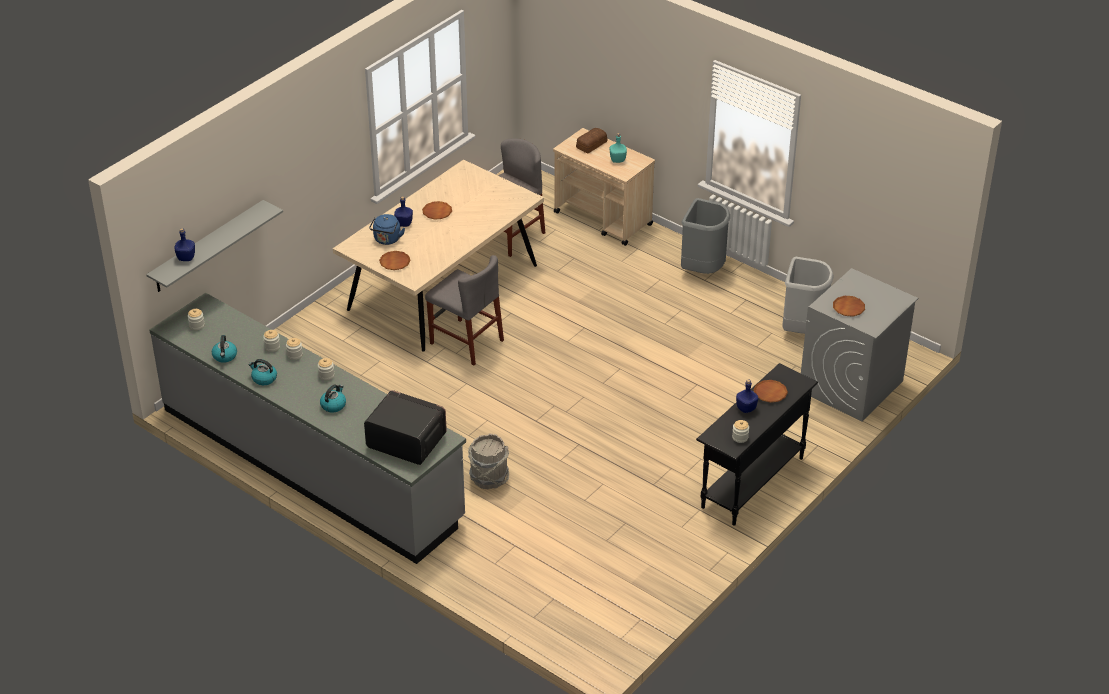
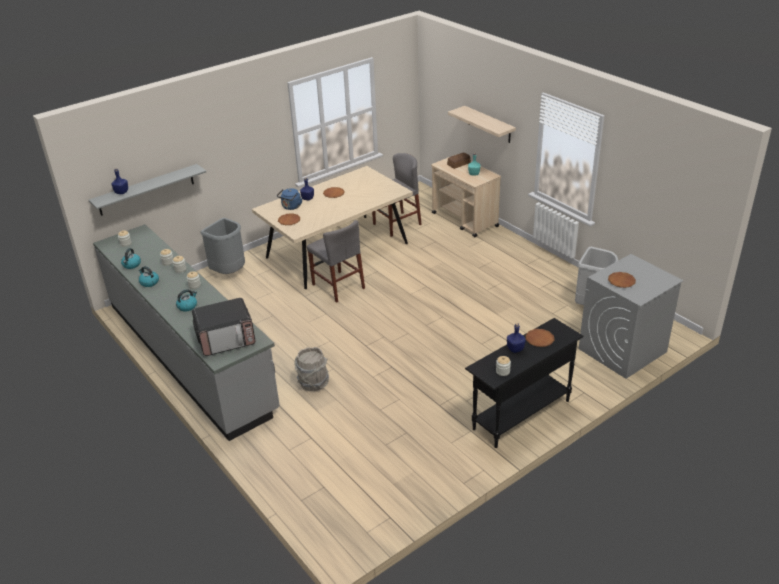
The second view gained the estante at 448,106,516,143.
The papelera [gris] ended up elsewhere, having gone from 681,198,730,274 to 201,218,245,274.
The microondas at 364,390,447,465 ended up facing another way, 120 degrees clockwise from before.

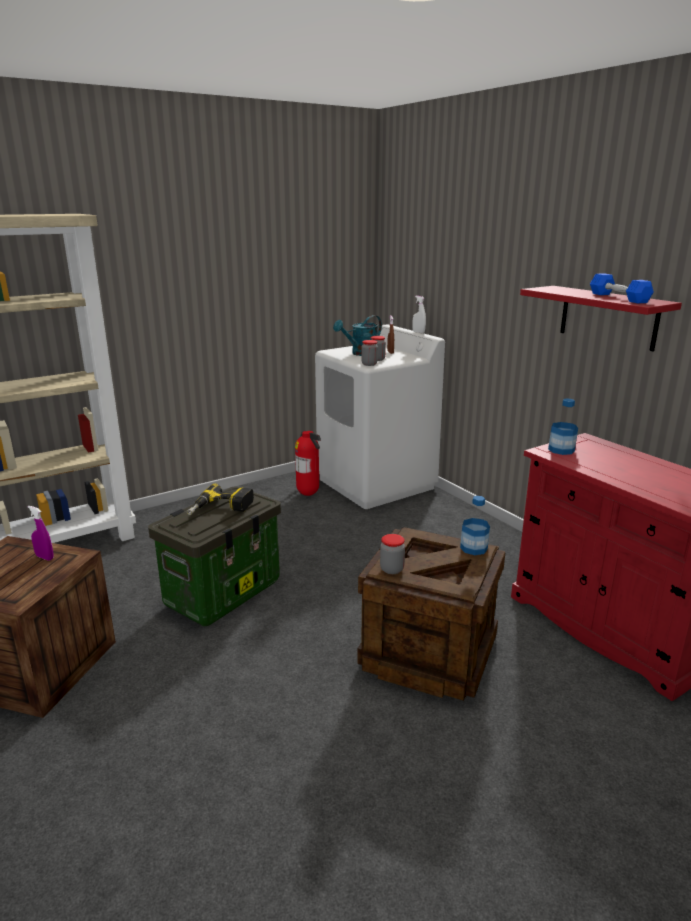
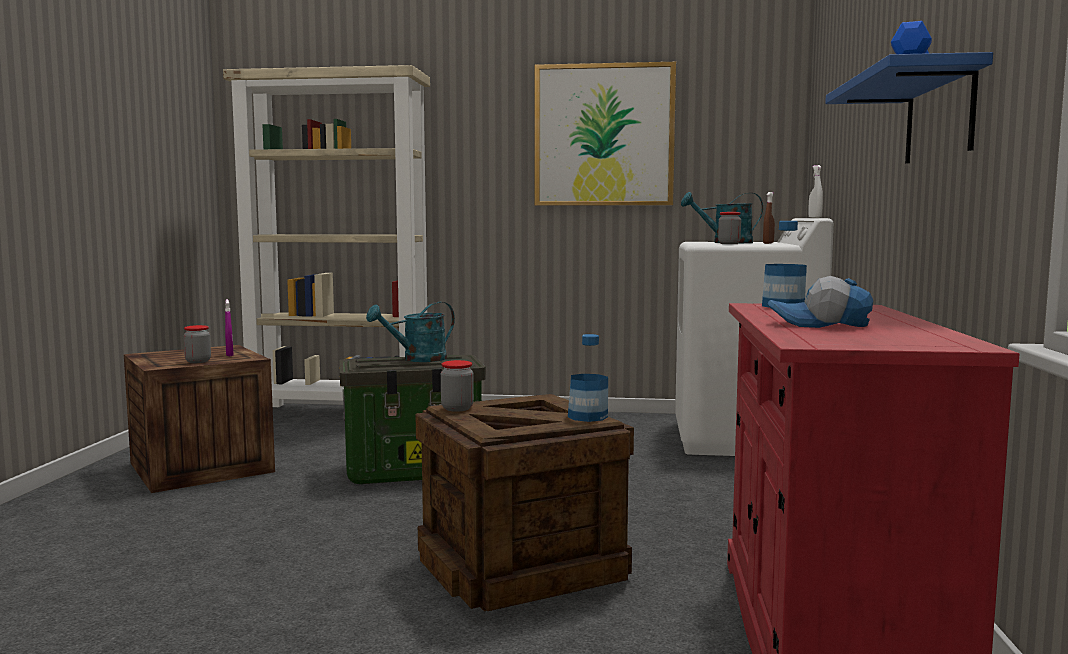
The second view lost the extintor at 295,431,321,496.
The second view gained the cuadro at 535,62,676,206.
The second view gained the gorra at 767,276,873,328.
The tarro ended up elsewhere, having gone from 361,340,378,366 to 184,325,211,363.
Where the taladro stood at 187,484,254,515, the regadera [turquesa] came to stand at 366,302,455,362.
What was the estante [rojo] at 520,286,682,352 turned into the estante [azul] at 825,52,993,164.

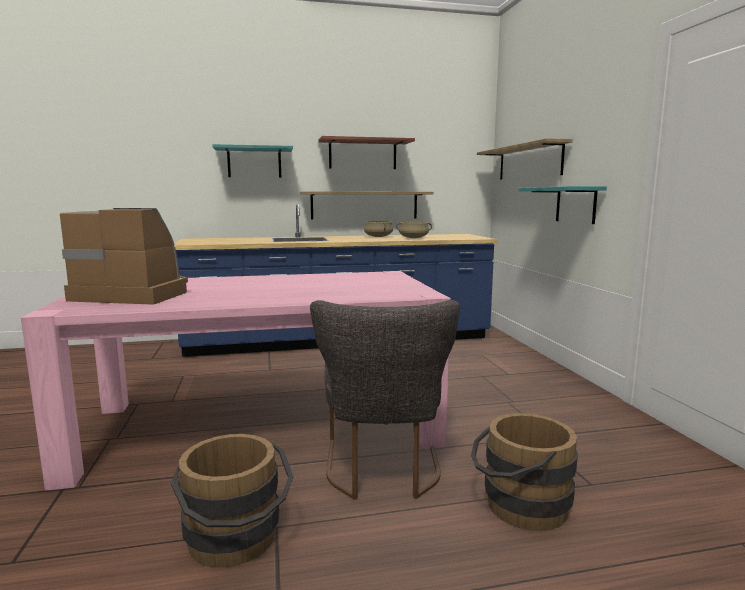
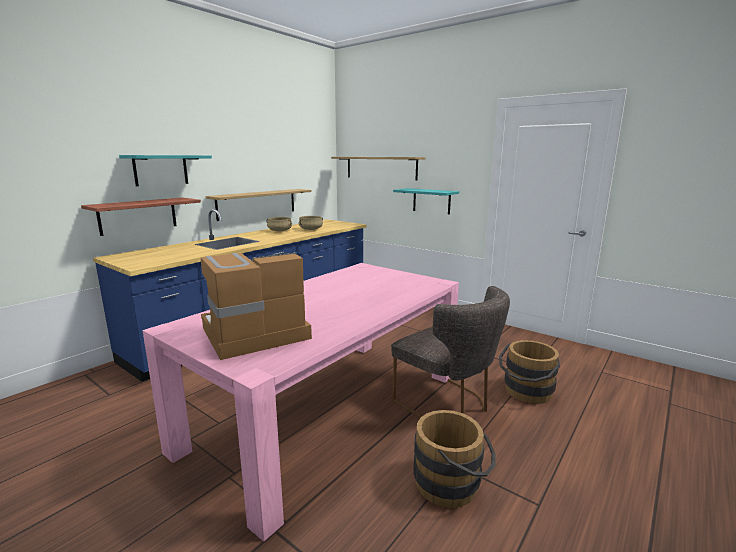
The estante ended up elsewhere, having gone from 318,136,415,169 to 81,198,201,236.

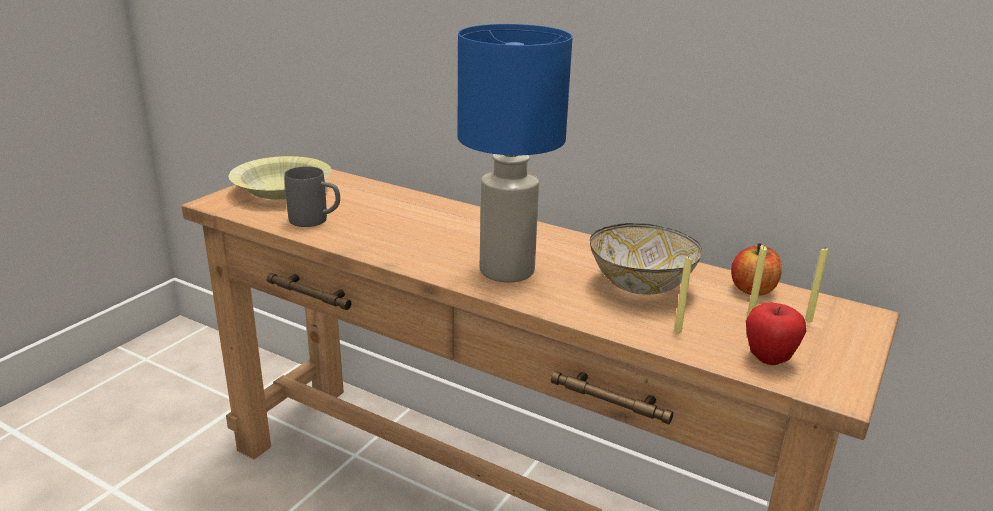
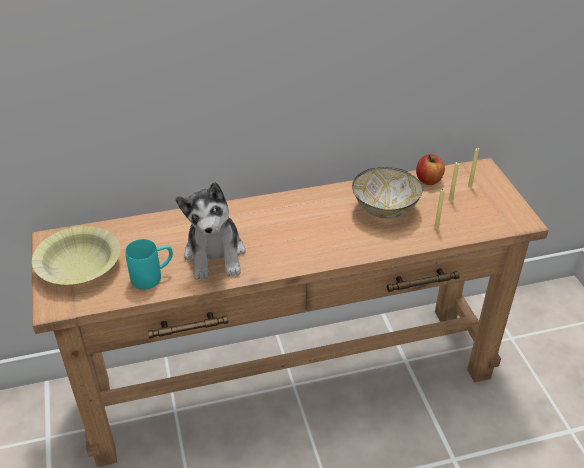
The second view lost the lámpara de mesa [azul] at 458,24,572,282.
The second view lost the manzana at 746,302,806,365.
The second view gained the peluche at 176,182,246,280.
What was the taza grande [gris] at 284,166,340,227 turned into the taza grande [turquesa] at 125,239,173,289.

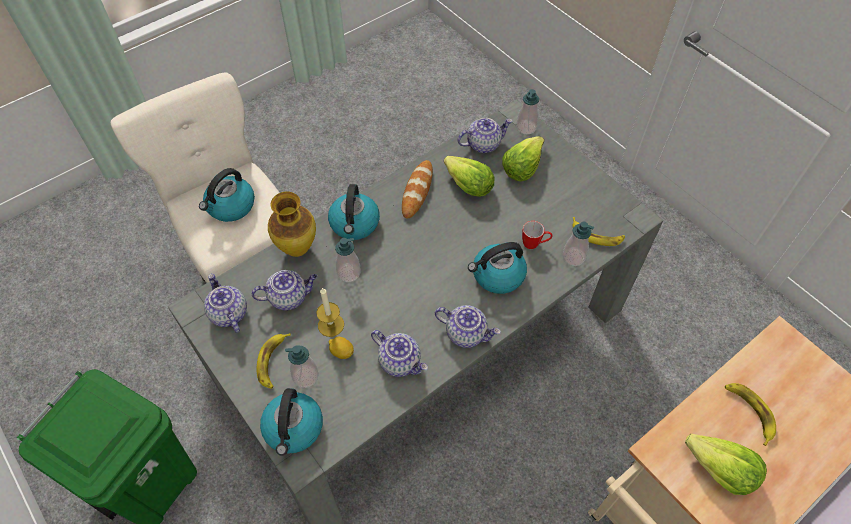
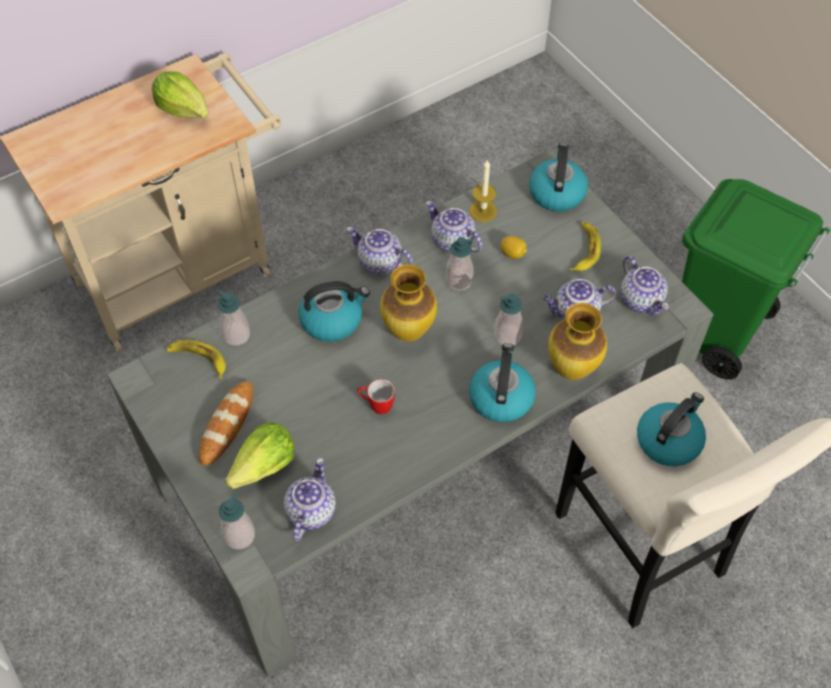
The second view lost the lechuga at 444,156,494,197.
The second view lost the plátano at 725,383,776,446.
The second view gained the florero at 380,264,437,342.
The dispensador de jabón ended up elsewhere, having gone from 285,345,319,388 to 445,237,474,291.
The vela ended up elsewhere, having gone from 317,288,344,337 to 469,159,497,222.
The pan ended up elsewhere, having gone from 402,160,433,219 to 199,381,253,466.
The taza grande ended up elsewhere, having gone from 522,221,553,249 to 357,379,395,414.
The tetera at 458,118,512,153 ended up facing another way, 120 degrees clockwise from before.

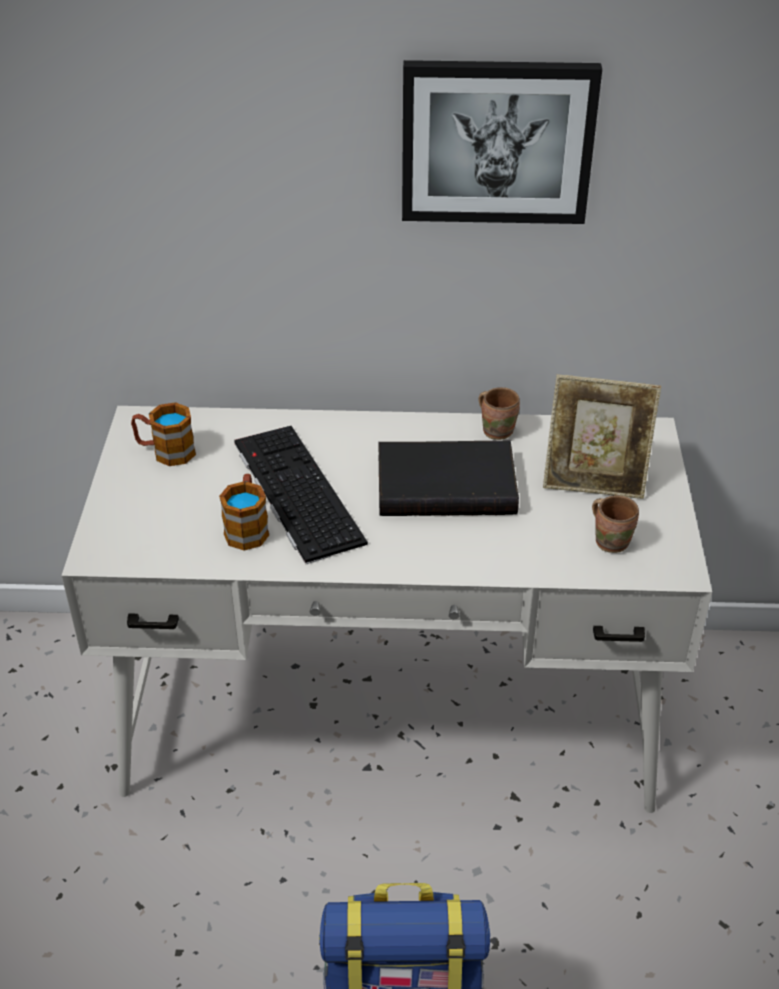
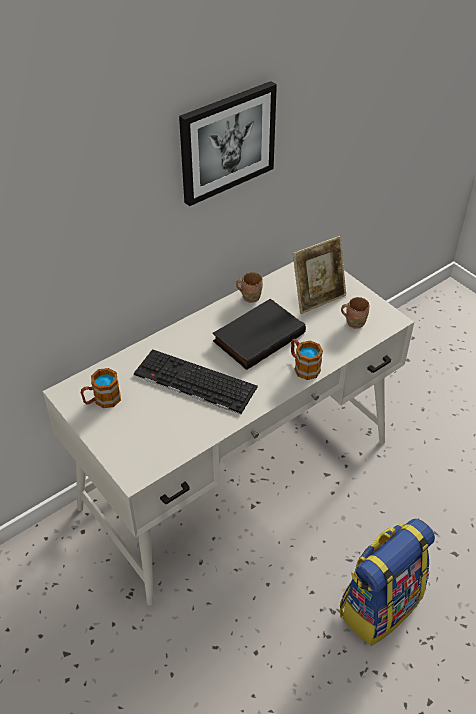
The taza grande ended up elsewhere, having gone from 219,474,269,551 to 291,339,323,380.

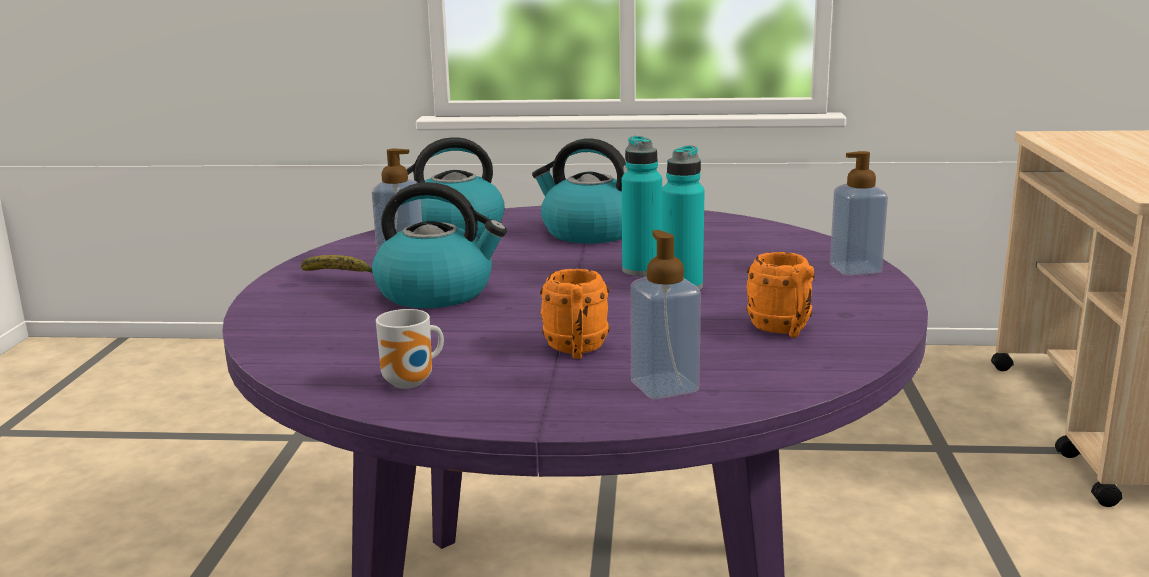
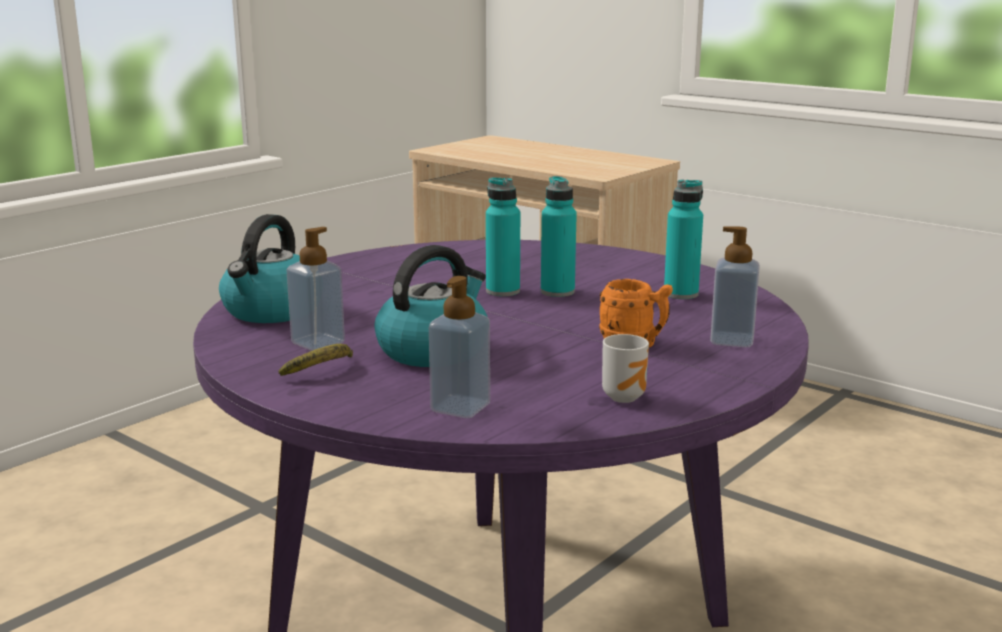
The second view lost the hervidor at 532,138,627,244.
The dispensador de jabón ended up elsewhere, having gone from 830,151,888,276 to 429,276,490,418.
Where the taza grande [naranja] stood at 746,252,815,338, the botella [turquesa] came to stand at 664,179,703,299.

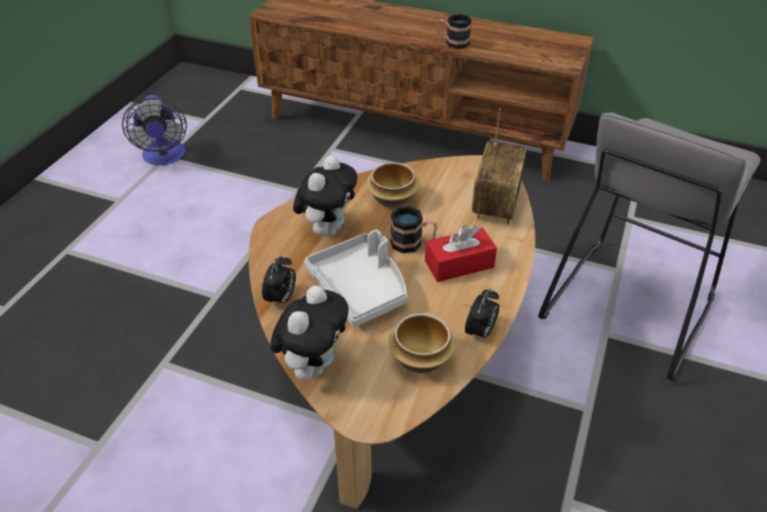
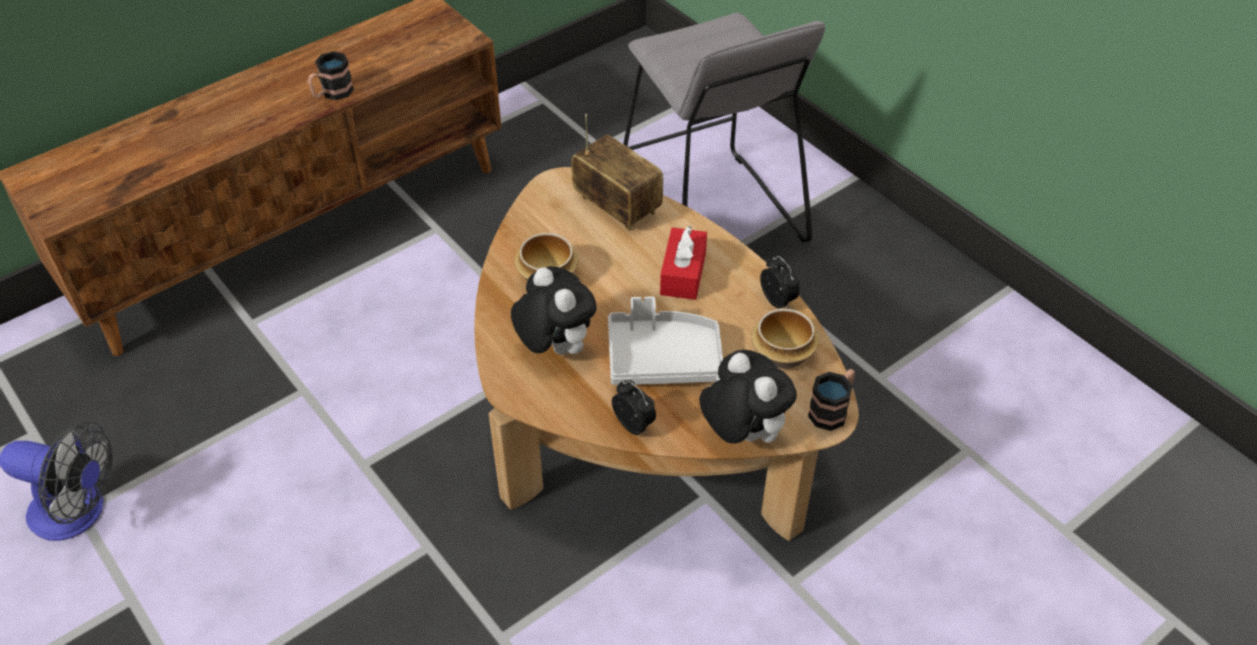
The taza grande ended up elsewhere, having gone from 390,206,437,253 to 808,369,855,431.

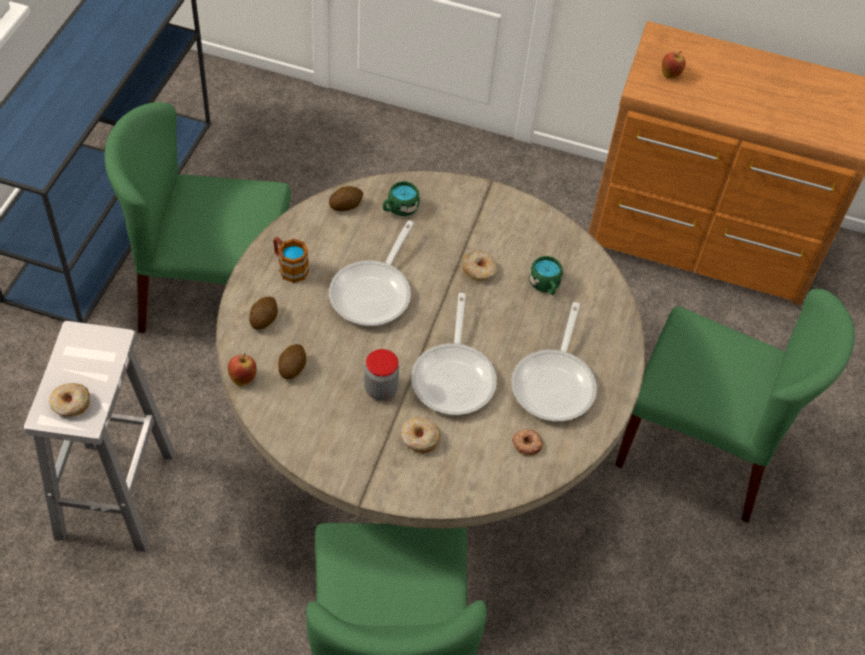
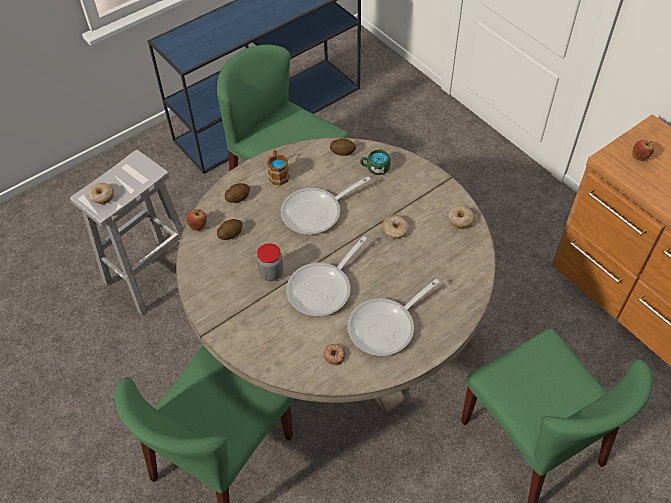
The second view lost the taza grande [verde] at 529,256,563,295.
The rosquilla ended up elsewhere, having gone from 401,417,441,454 to 448,206,475,229.

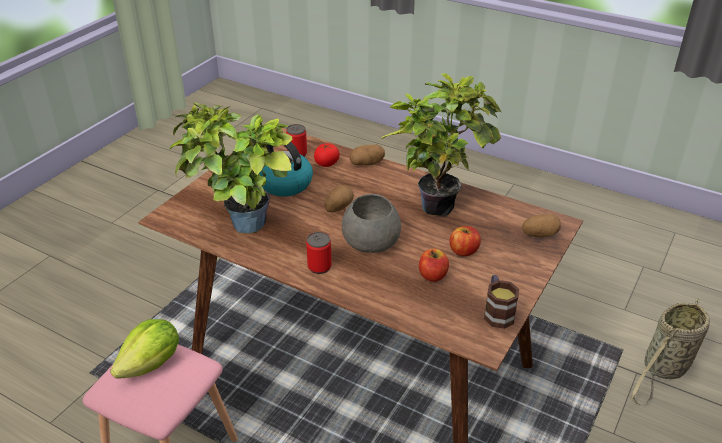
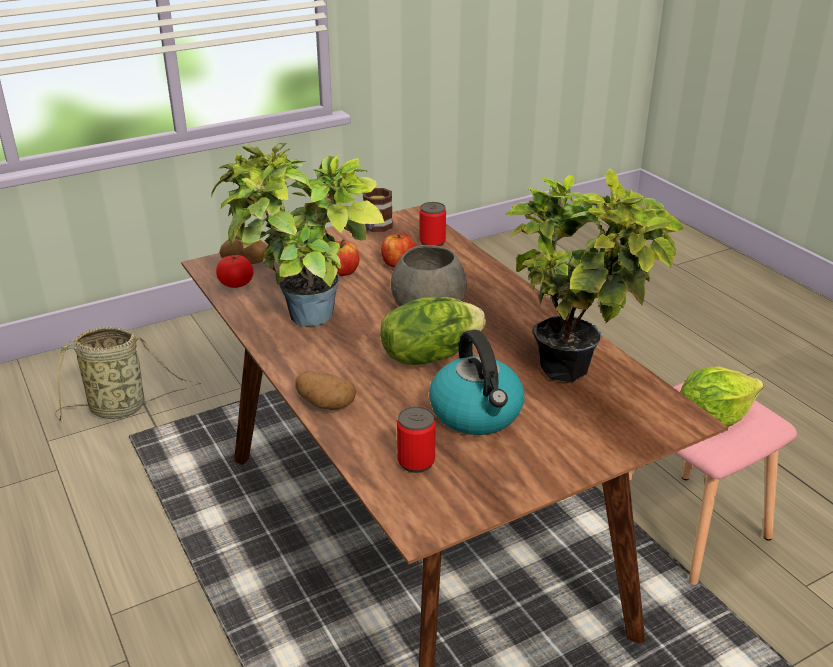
The lata ended up elsewhere, having gone from 306,232,332,274 to 420,202,446,246.
The tomate ended up elsewhere, having gone from 314,143,340,167 to 216,255,253,288.
Where the patata stood at 324,185,354,212, the lechuga came to stand at 381,297,486,365.

